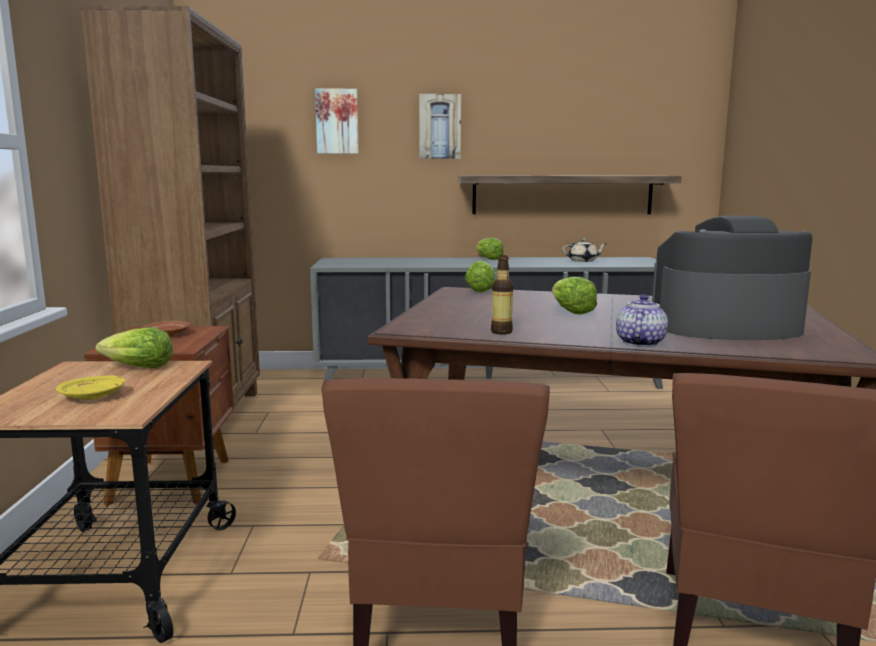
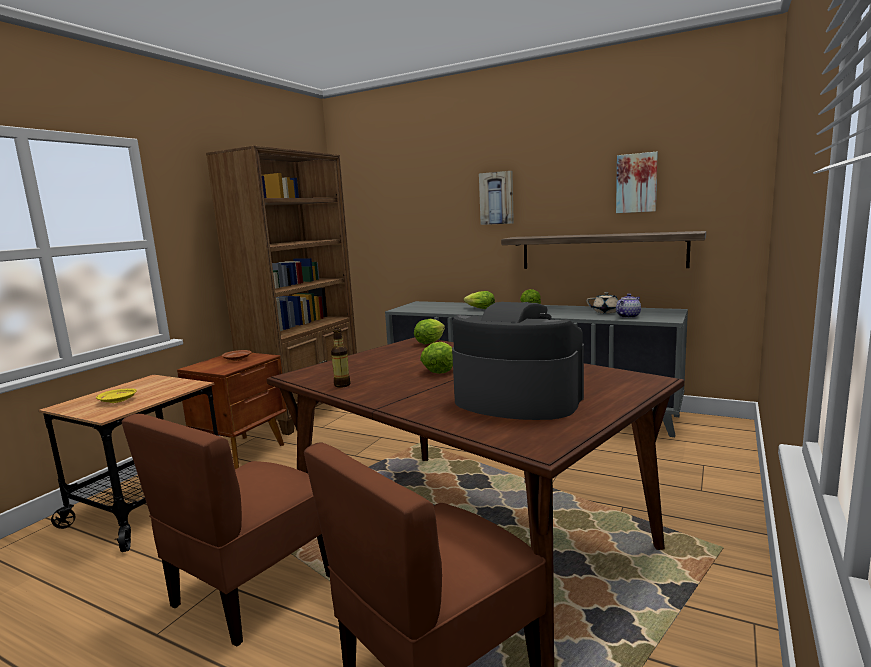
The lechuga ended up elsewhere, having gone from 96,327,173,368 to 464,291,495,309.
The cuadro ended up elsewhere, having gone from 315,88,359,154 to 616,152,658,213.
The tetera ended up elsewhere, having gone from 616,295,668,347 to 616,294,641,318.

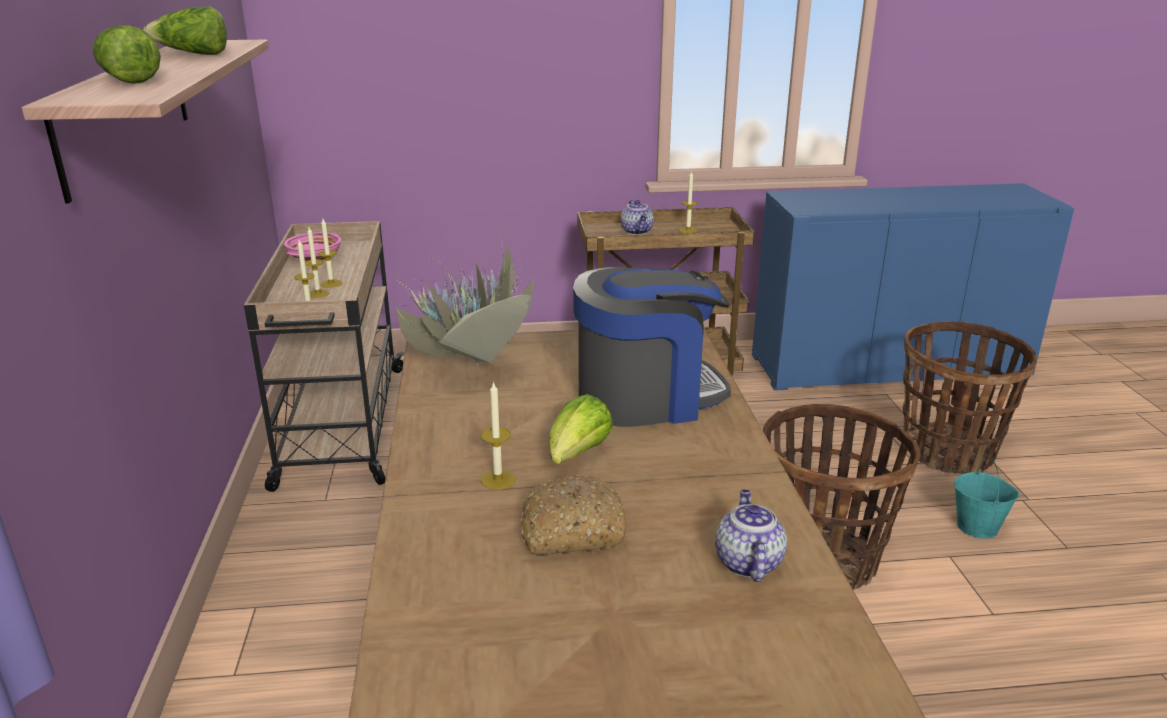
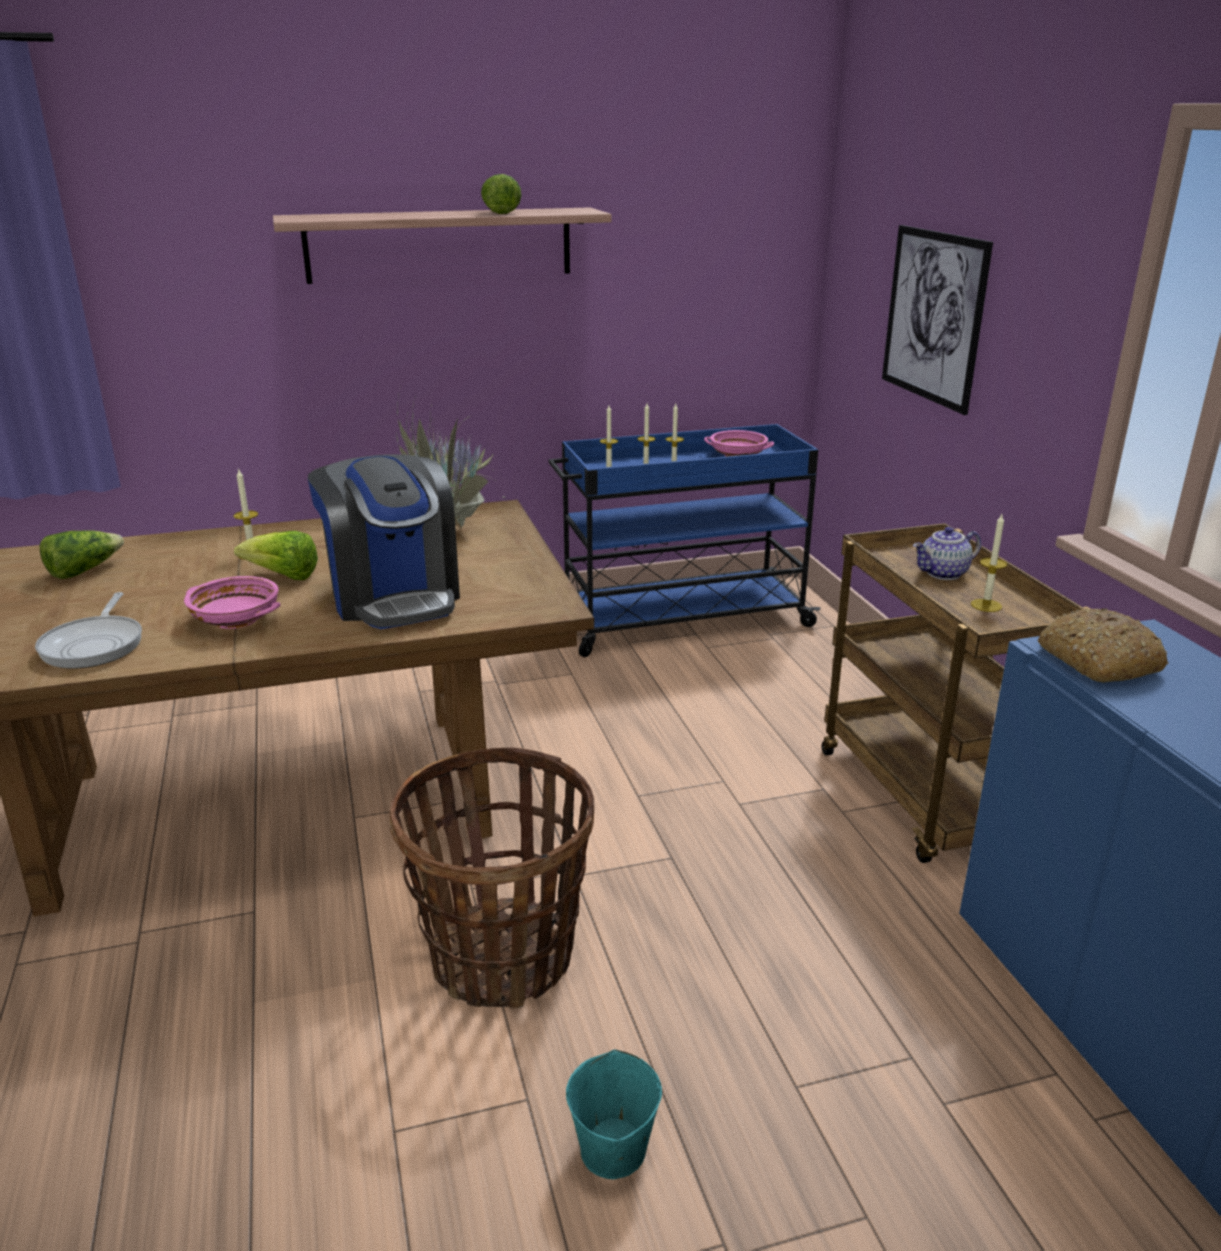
The second view lost the cesta at 903,322,1037,474.
The second view gained the cuenco [rosa] at 184,576,280,629.
The second view gained the cuadro at 882,225,993,415.
The lechuga ended up elsewhere, having gone from 93,25,161,84 to 40,530,124,579.
The pan ended up elsewhere, having gone from 521,475,626,555 to 1038,608,1169,682.
Where the tetera stood at 715,489,787,582, the sartén came to stand at 35,592,142,668.
What was the carrito [beis] at 244,221,405,492 turned into the carrito [azul] at 548,424,821,657.

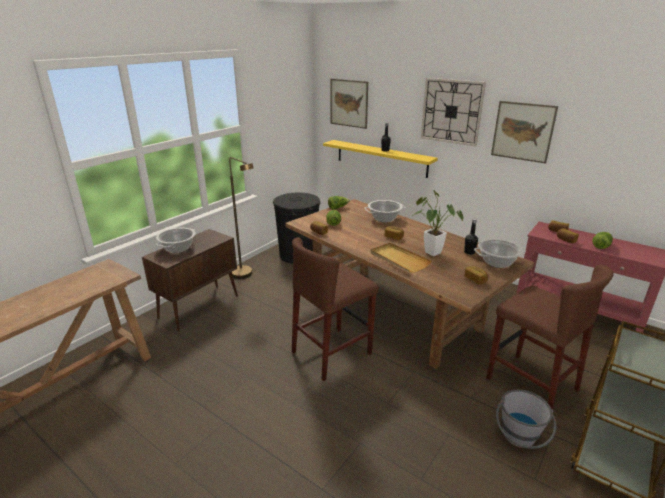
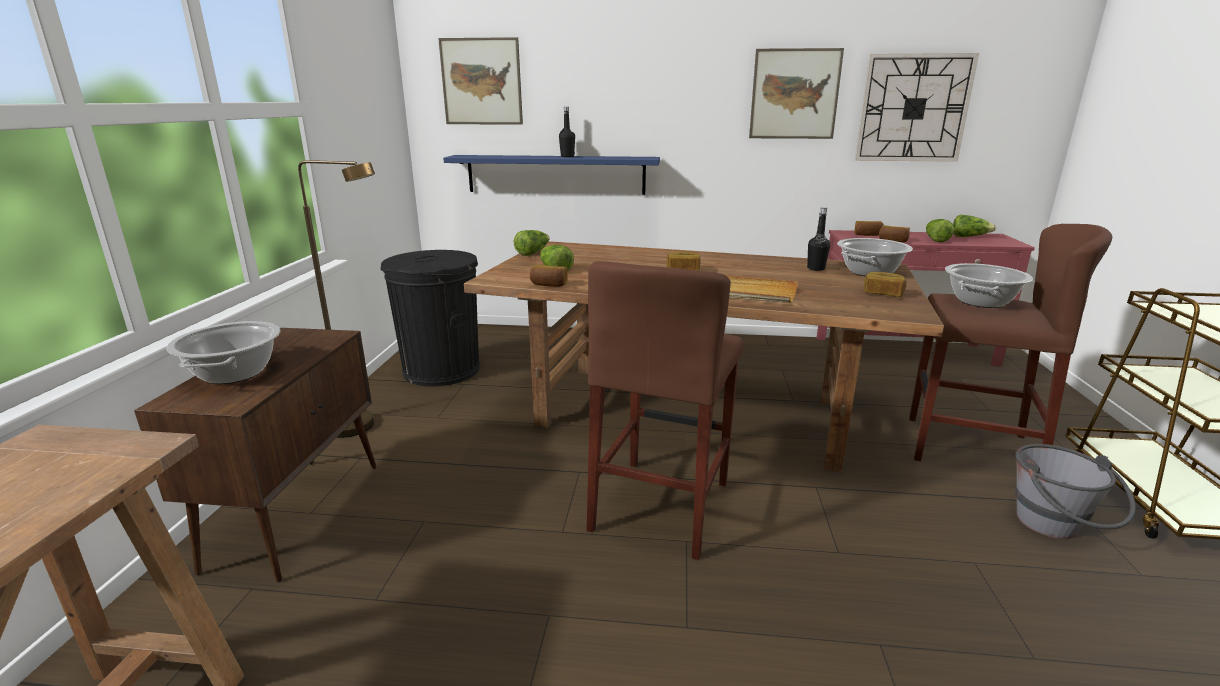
The second view lost the planta en maceta at 412,190,463,256.
The second view gained the lechuga at 953,215,996,237.
The olla ended up elsewhere, having gone from 364,200,406,222 to 945,263,1033,308.
The reloj de pared ended up elsewhere, having gone from 421,78,486,147 to 855,53,979,162.
What was the estante [amarillo] at 323,140,438,178 turned into the estante [azul] at 443,155,660,195.

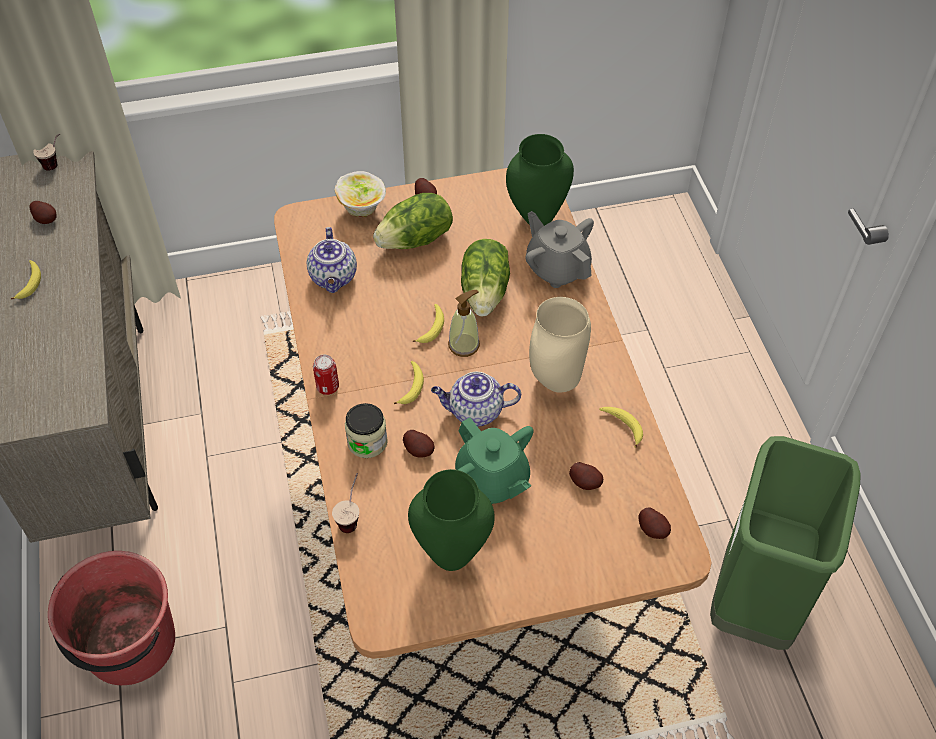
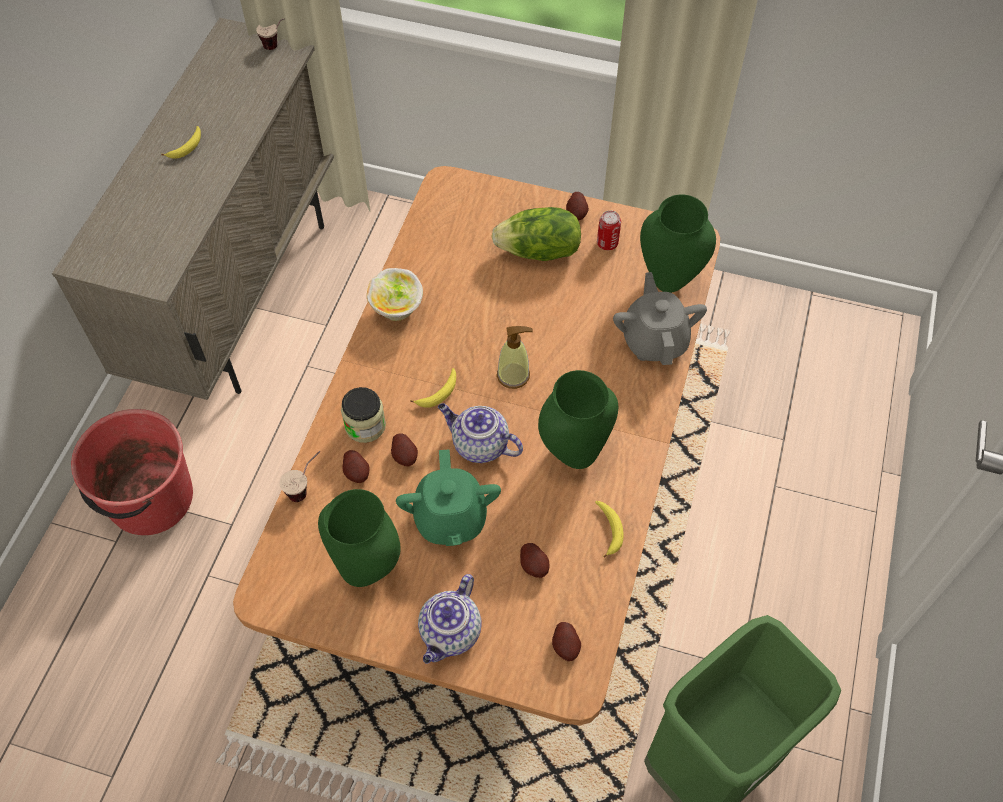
The second view lost the plátano at 413,304,444,343.
The second view lost the lechuga at 461,239,510,317.
The patata ended up elsewhere, having gone from 29,201,57,224 to 342,450,370,483.
The tetera ended up elsewhere, having gone from 306,227,357,293 to 418,574,481,664.
The lata ended up elsewhere, having gone from 313,354,339,395 to 597,210,621,250.
The cuenco ended up elsewhere, having gone from 334,171,386,217 to 367,268,423,321.
What was the florero [beis] at 529,297,591,393 turned into the florero [verde] at 538,370,618,469.

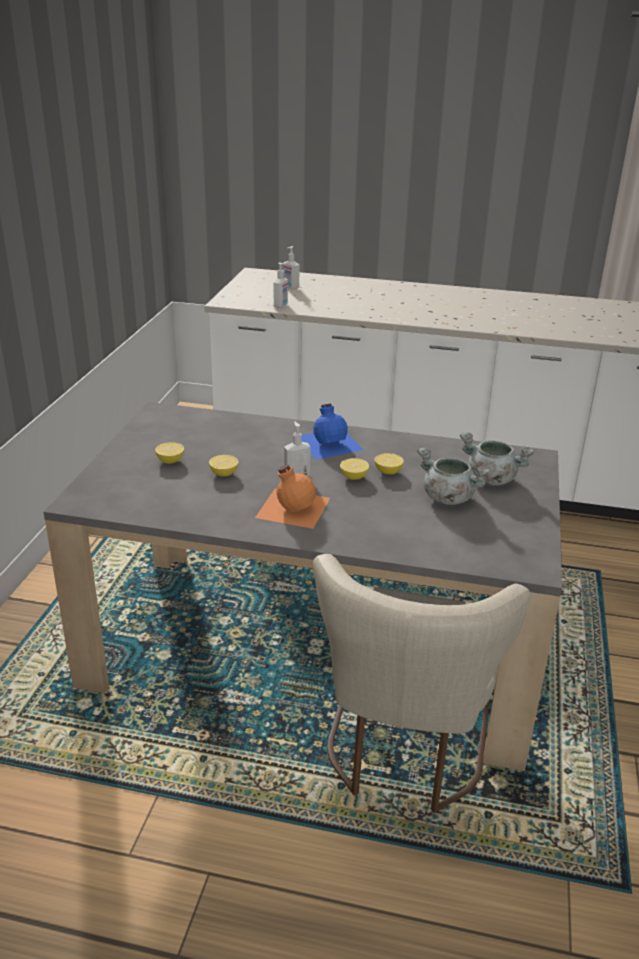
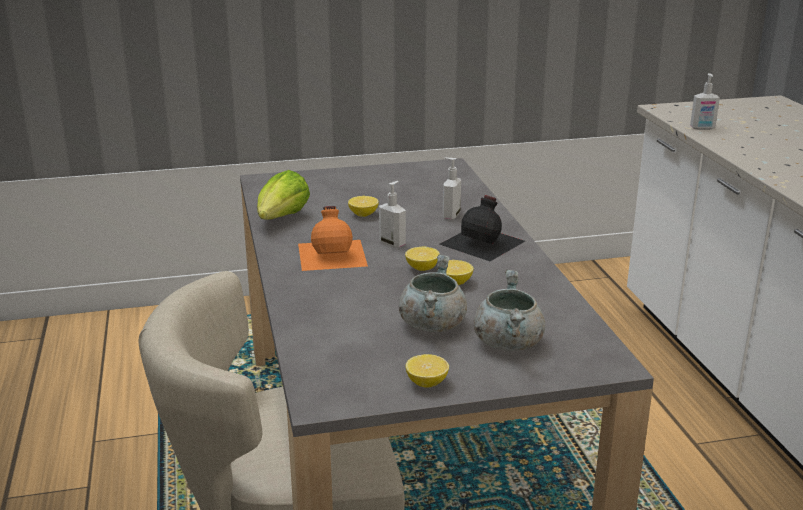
The second view gained the lechuga at 257,170,310,219.
The limón ended up elsewhere, having gone from 155,442,184,464 to 406,354,449,388.
The dispensador de jabón ended up elsewhere, having gone from 283,246,299,289 to 443,157,461,220.
What was the botella [azul] at 302,403,364,459 turned into the botella [negro] at 440,195,525,261.

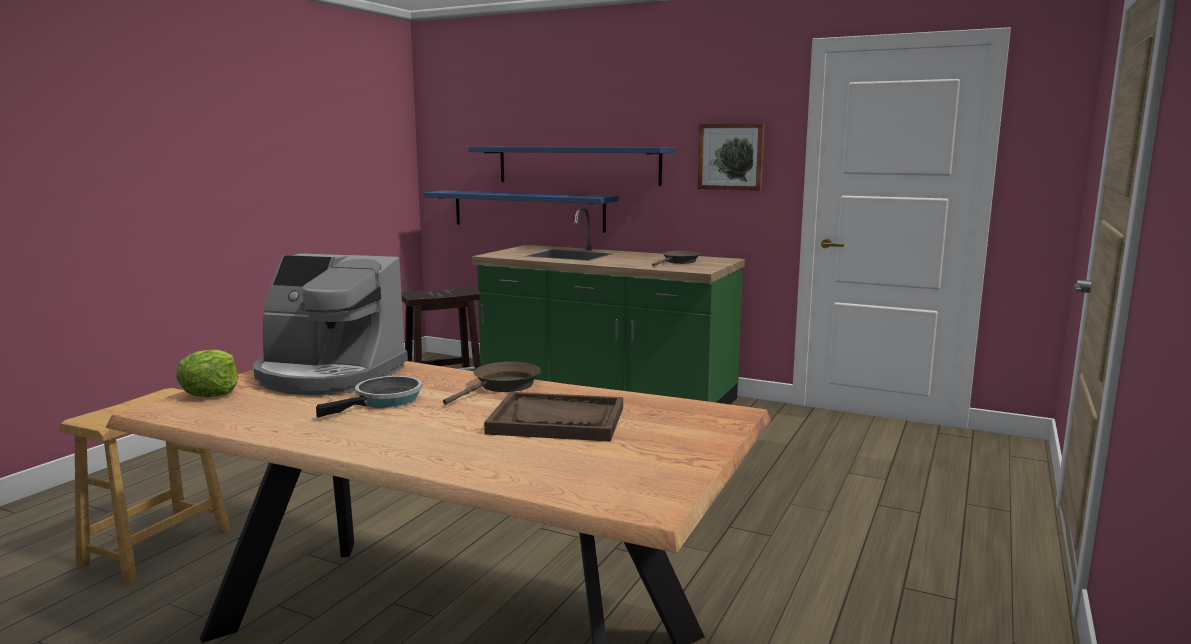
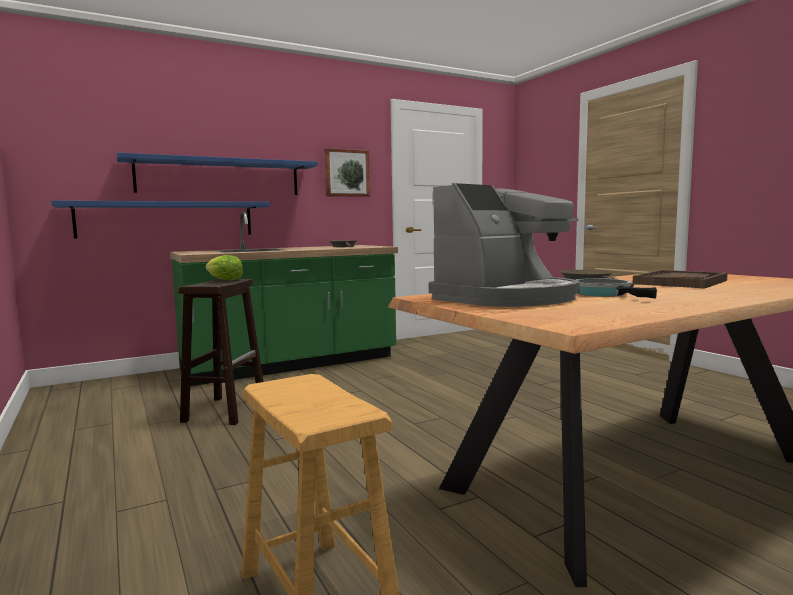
The lechuga ended up elsewhere, having gone from 176,350,238,397 to 206,255,243,280.

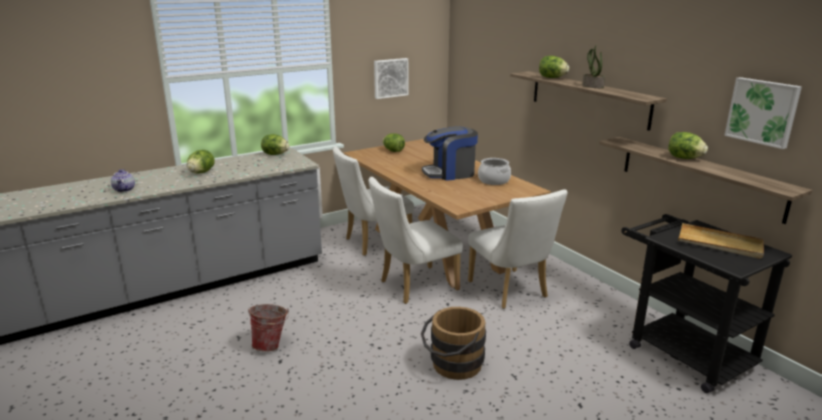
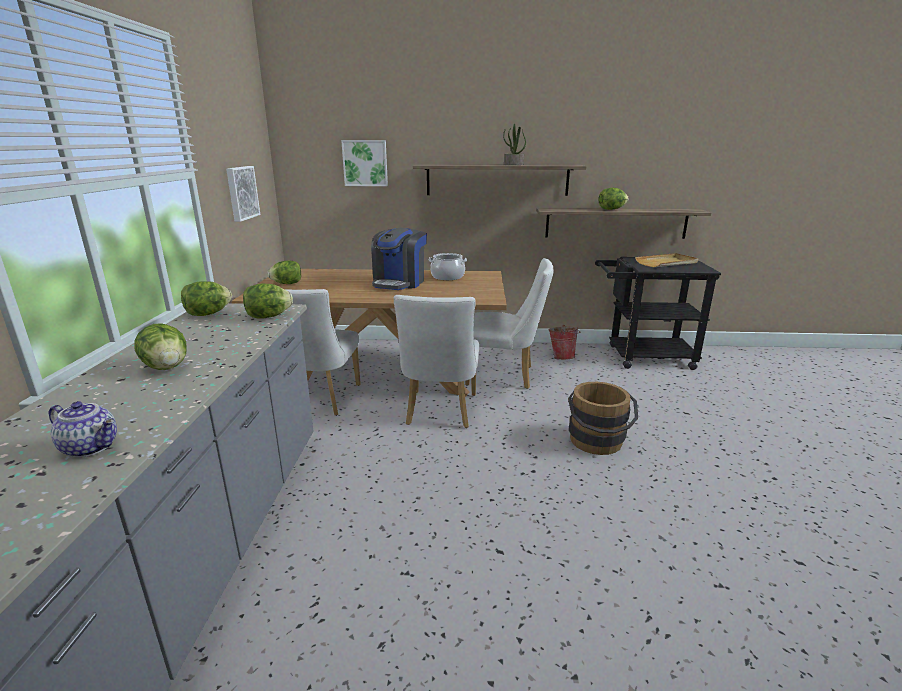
The cubo ended up elsewhere, having gone from 248,304,289,352 to 548,325,581,360.
The lechuga ended up elsewhere, having gone from 539,56,569,78 to 243,283,293,319.
The cuadro ended up elsewhere, having gone from 724,77,802,149 to 341,140,388,186.

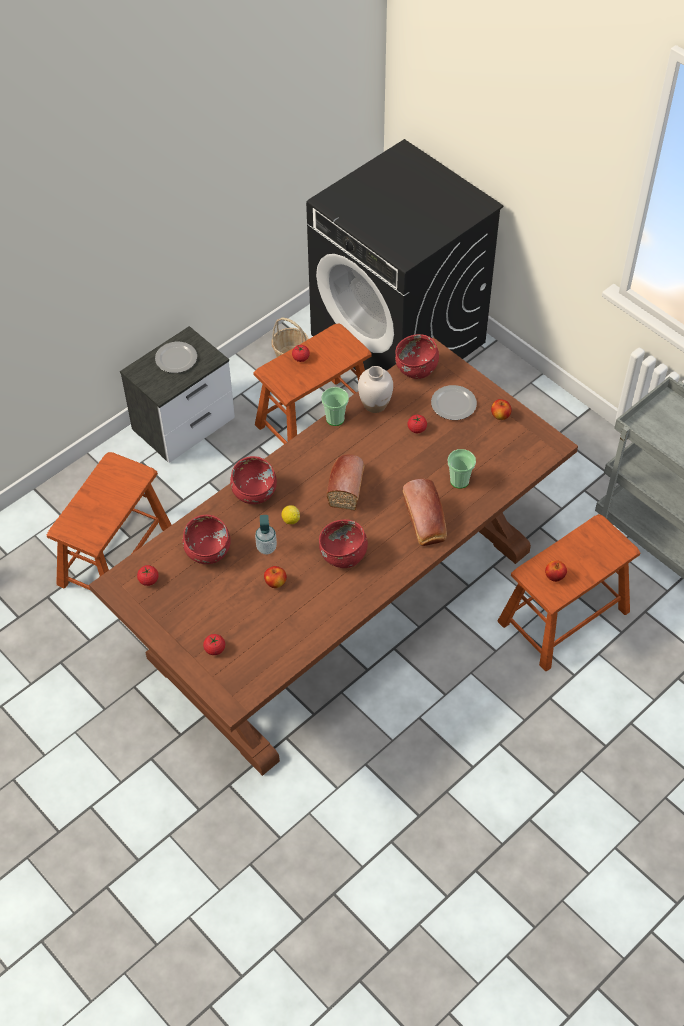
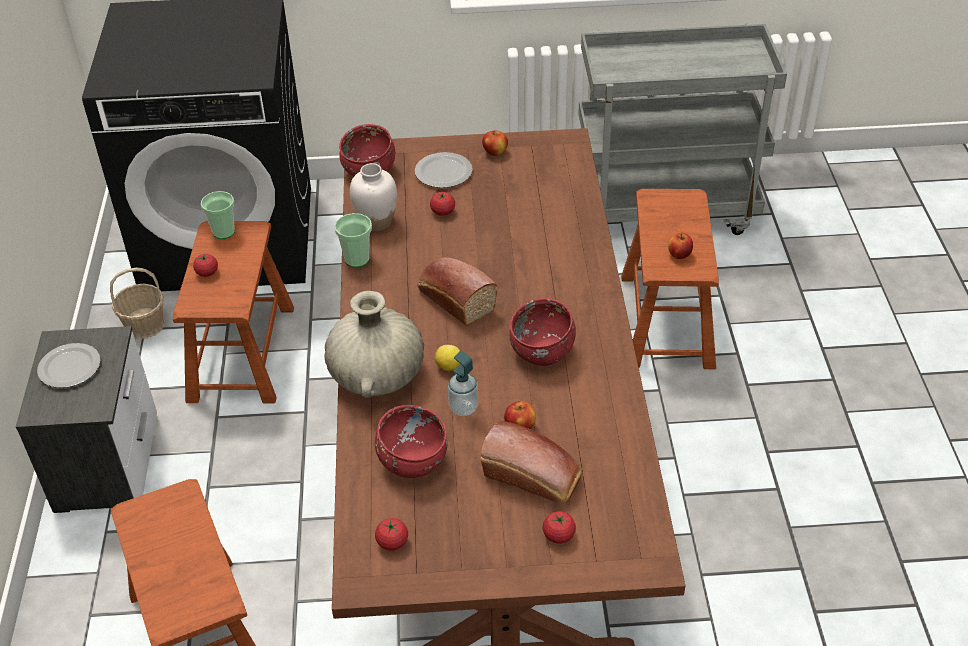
The pan ended up elsewhere, having gone from 402,479,447,546 to 481,421,582,504.
The taza ended up elsewhere, having gone from 448,449,476,489 to 201,191,235,239.
Where the cuenco [rojo] stood at 230,456,277,504, the florero [beis] came to stand at 324,291,424,398.

